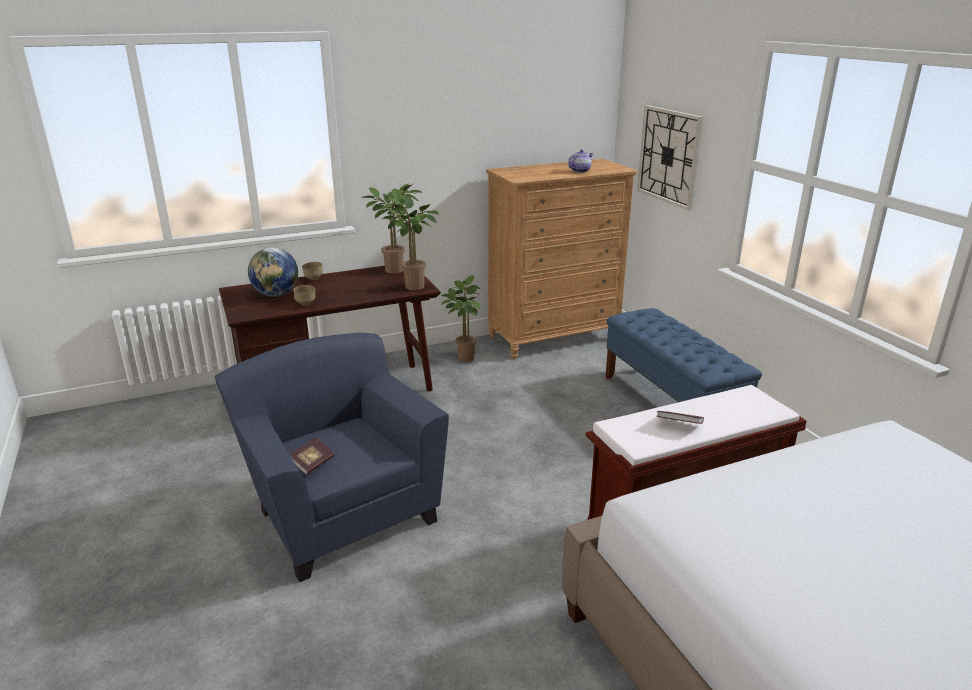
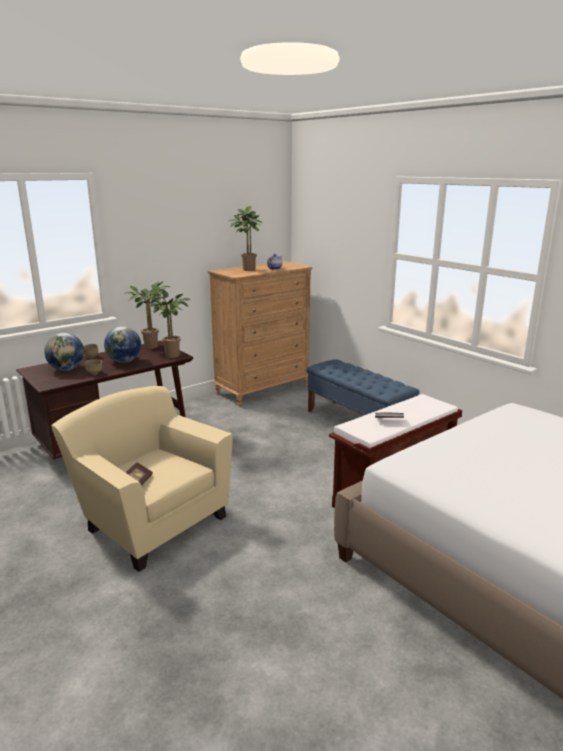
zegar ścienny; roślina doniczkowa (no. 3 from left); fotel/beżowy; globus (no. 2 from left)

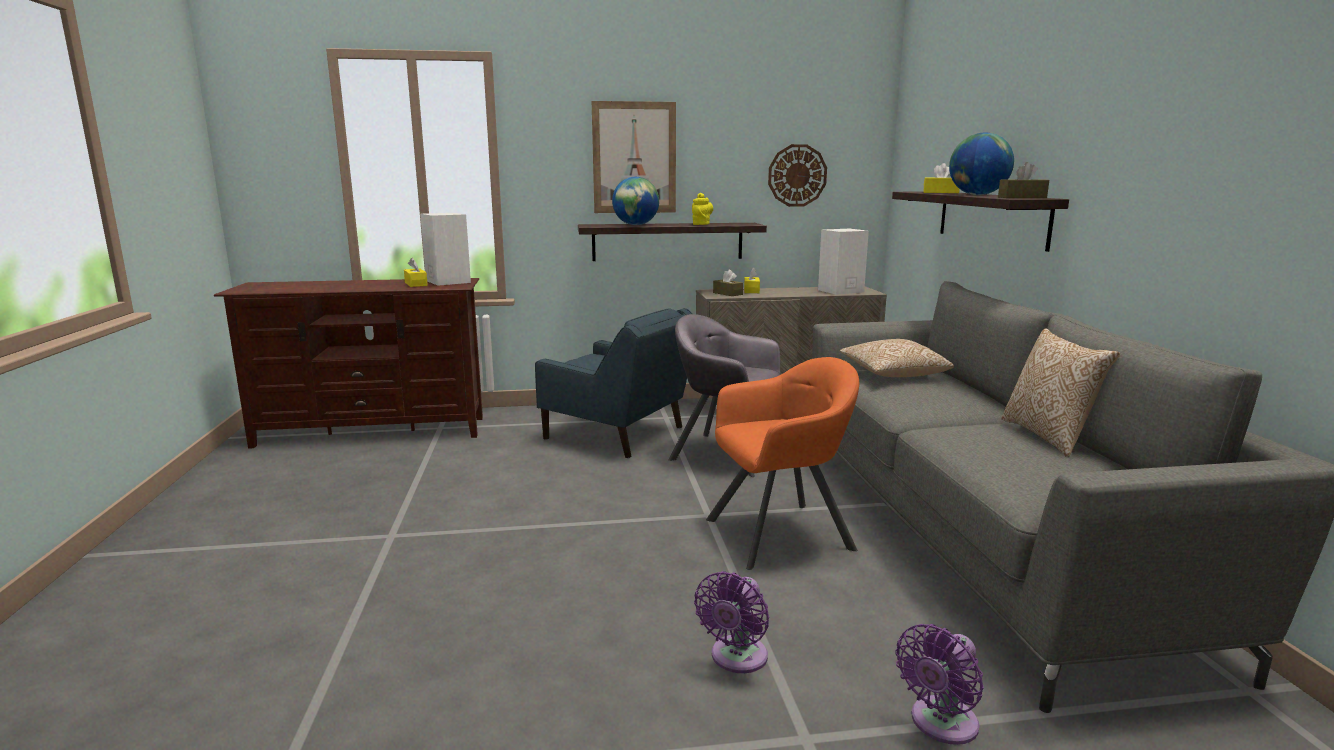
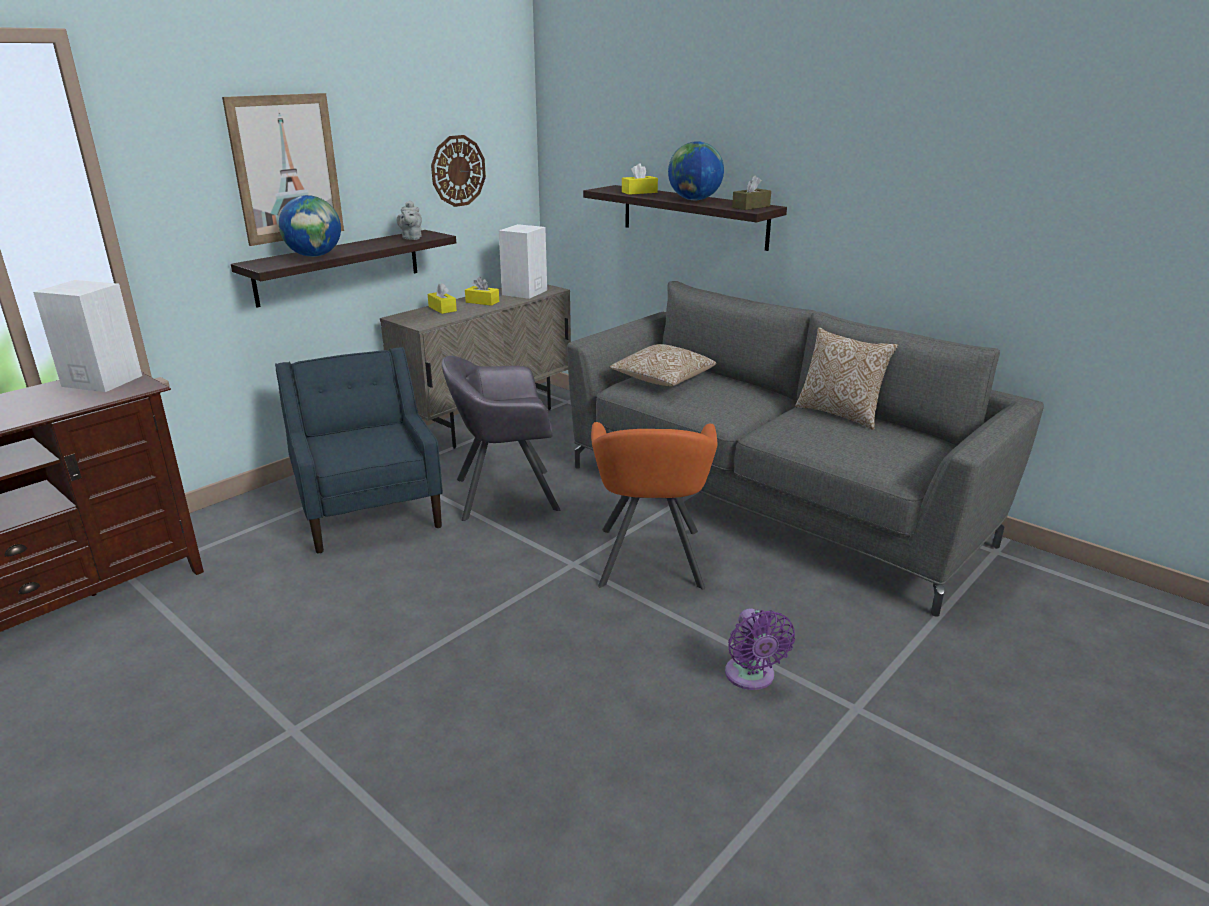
imbryk/żółty; pudełko chusteczek/żółty (no. 2 from left); pudełko chusteczek/brązowy (no. 1 from left in the first image); fotel/niebieski; fotel/pomarańczowy; wentylator/fioletowy (no. 2 from left in the first image); imbryk/szary

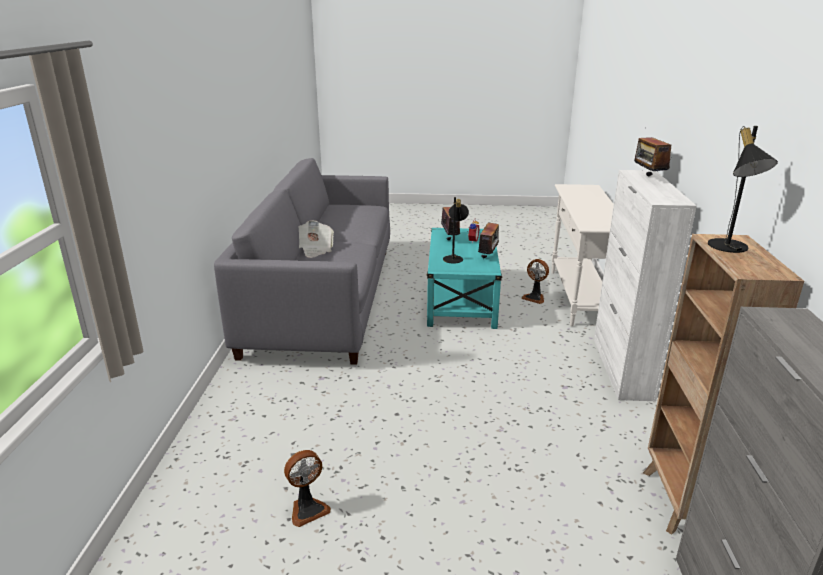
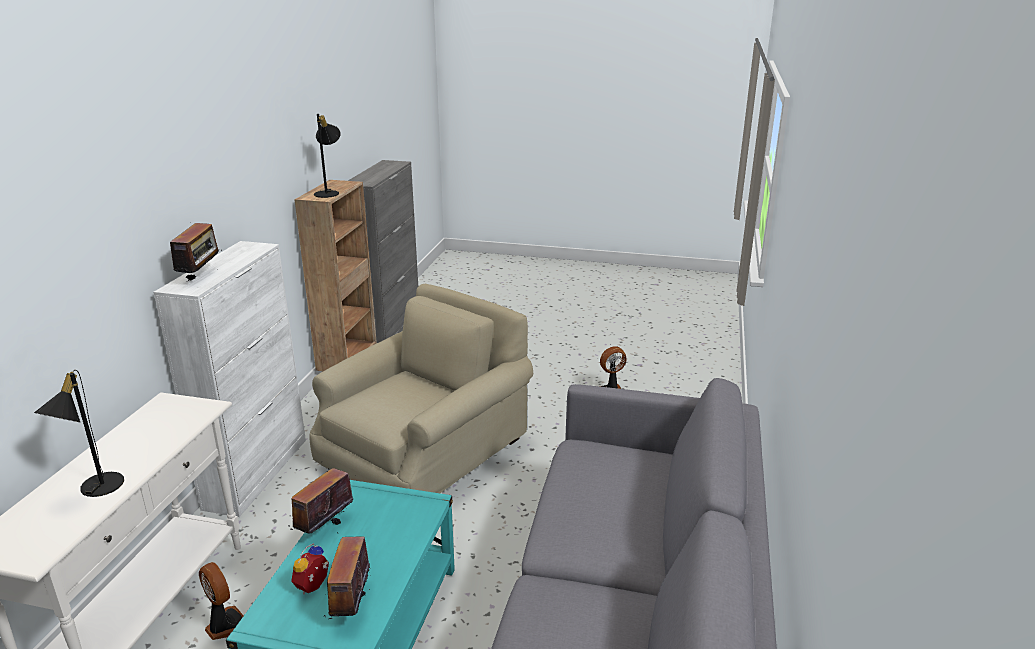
lampa stołowa/czarny (no. 1 from left); gazeta; fotel/beżowy

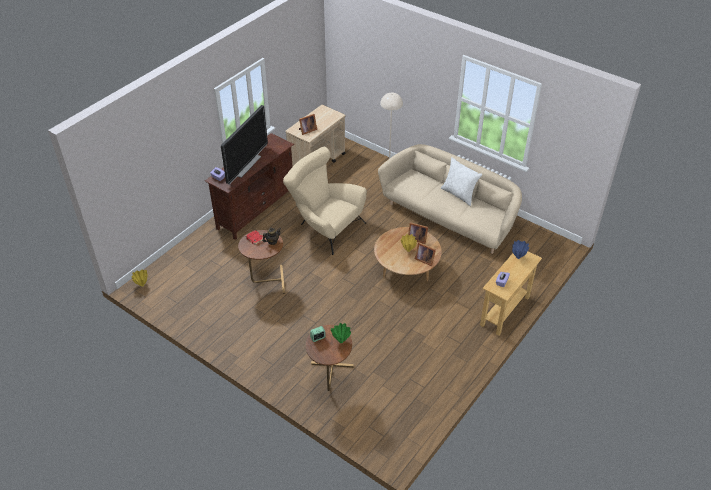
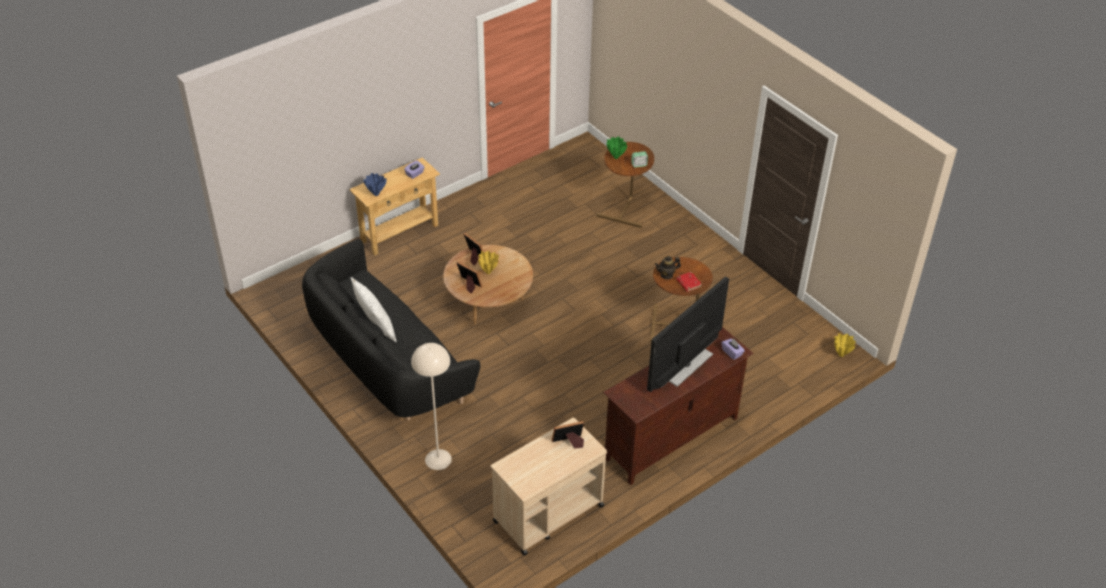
kanapa/czarny; fotel/beżowy

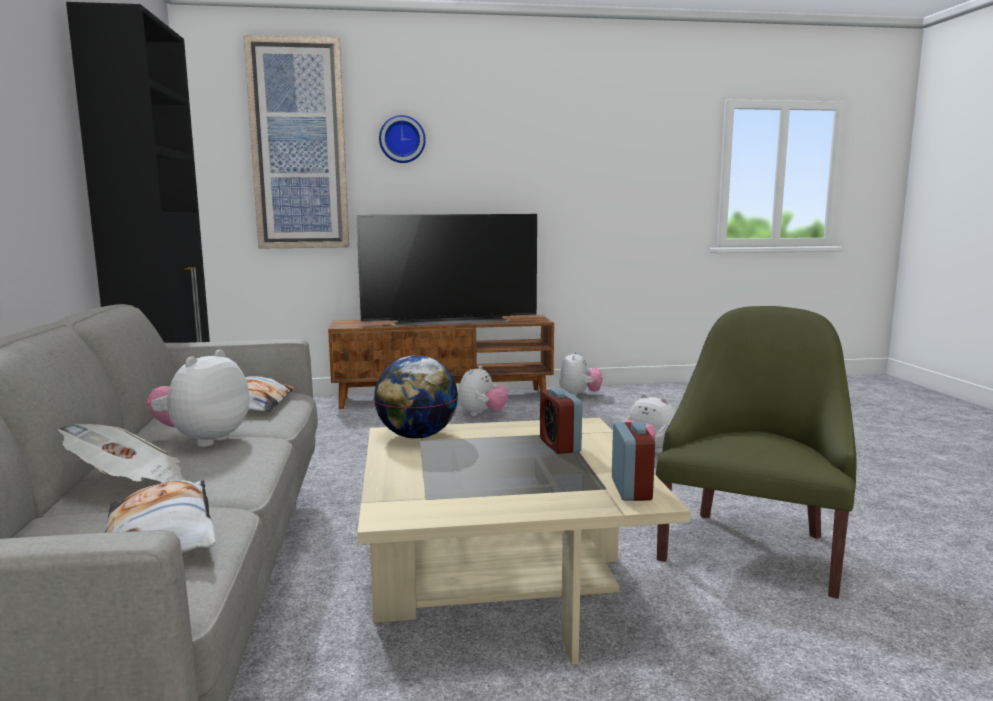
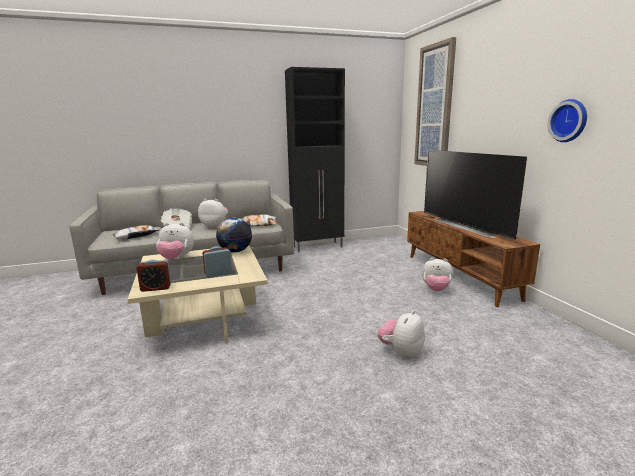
zegar ścienny; fotel/zielony; pluszak (no. 1 from left)

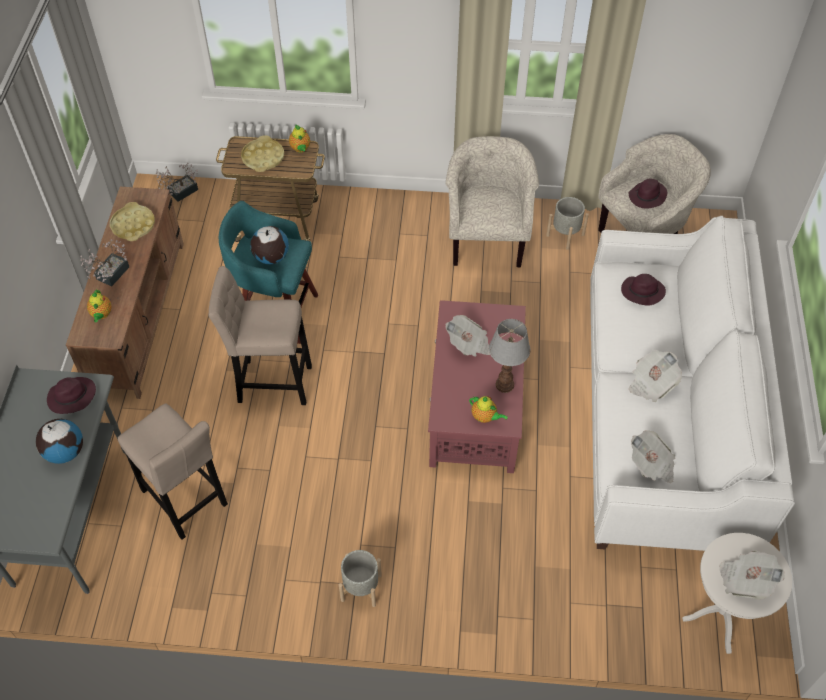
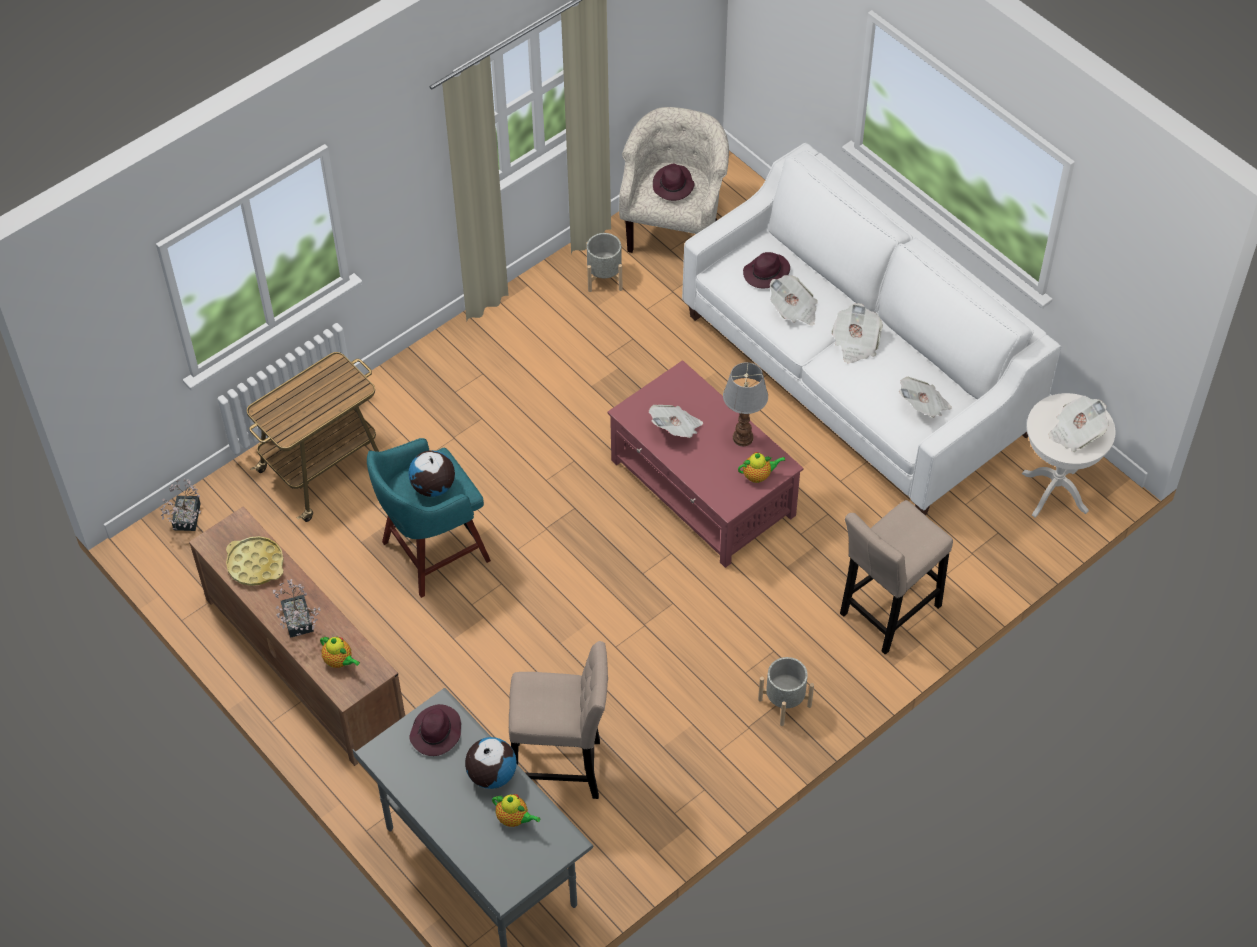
imbryk (no. 2 from left); taca/żółty (no. 2 from left in the first image); fotel/beżowy (no. 1 from left in the first image); stołek/beżowy (no. 2 from left); gazeta (no. 2 from left)

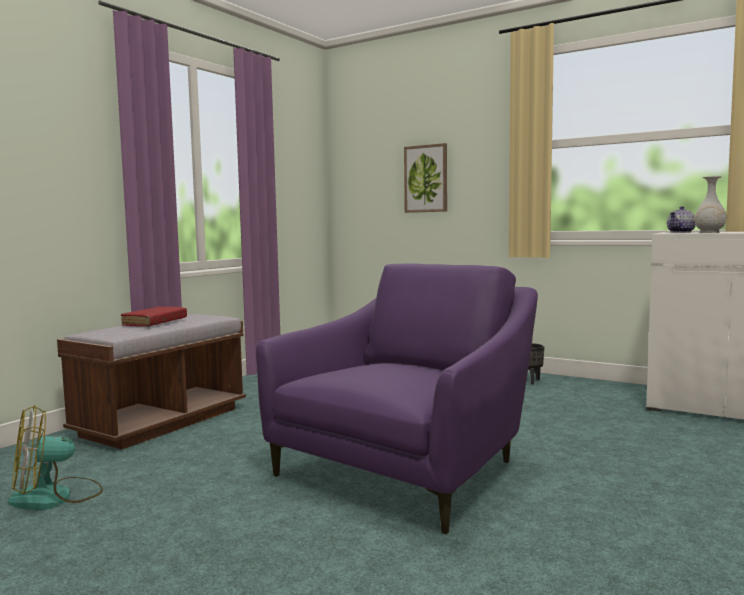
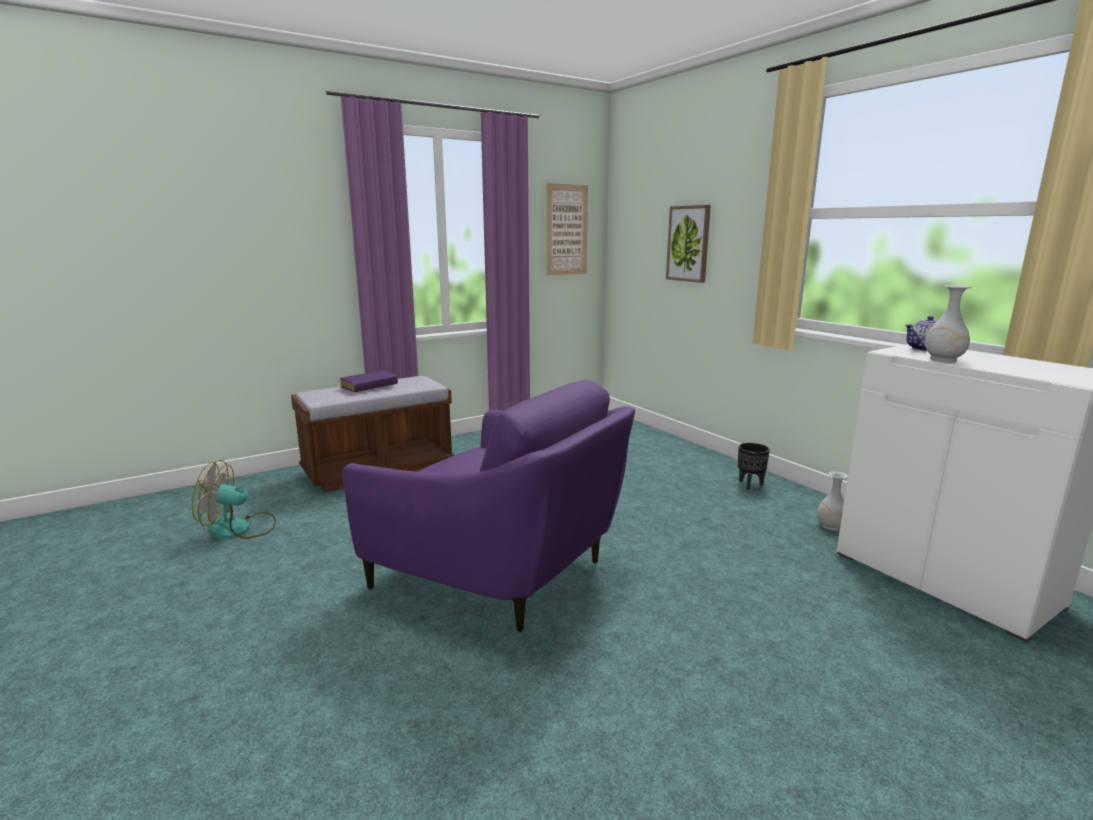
fotel/fioletowy; książka/fioletowy; obraz (no. 1 from left); wazon/biały (no. 1 from left)

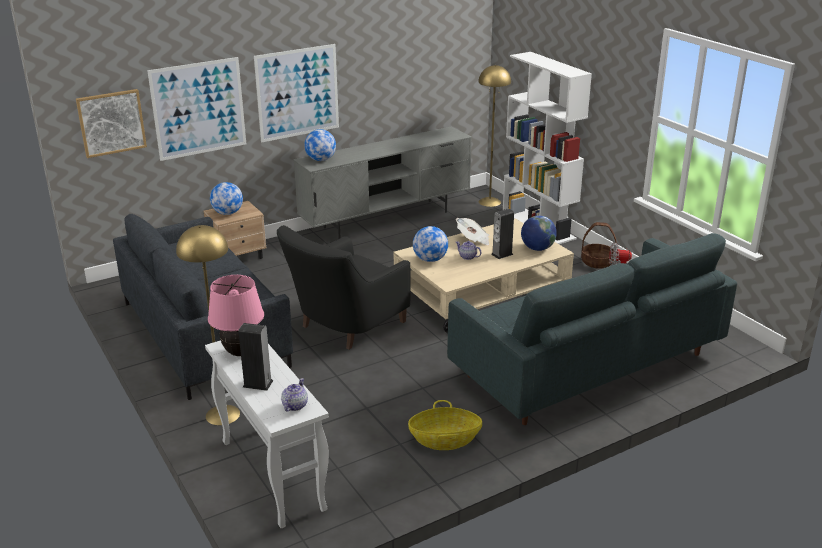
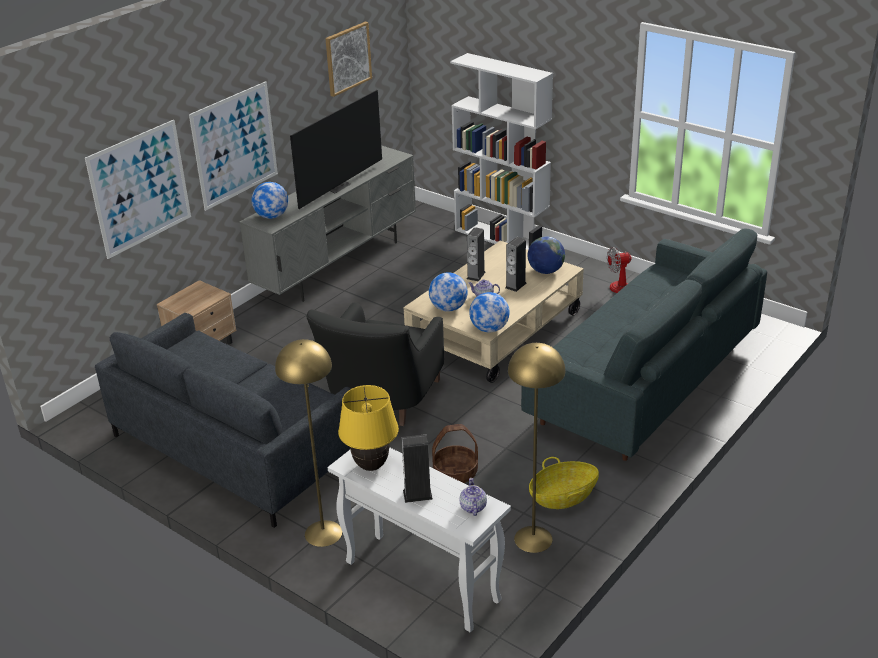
lampa stojąca/żółty (no. 2 from left); obraz (no. 3 from left); globus (no. 3 from left); głośnik (no. 2 from left); koszyk (no. 1 from left); lampa stołowa/żółty; telewizor

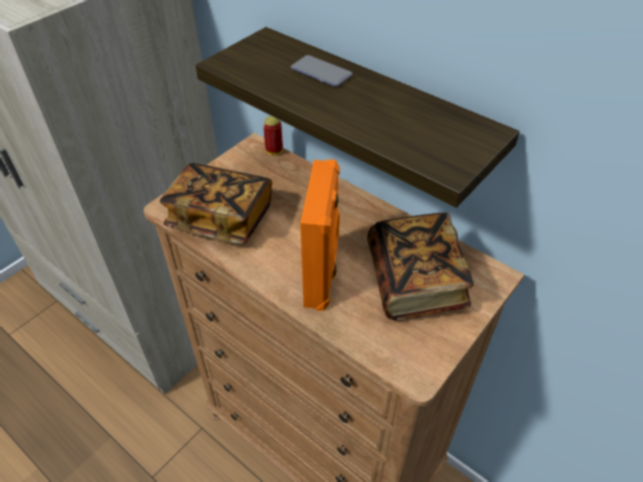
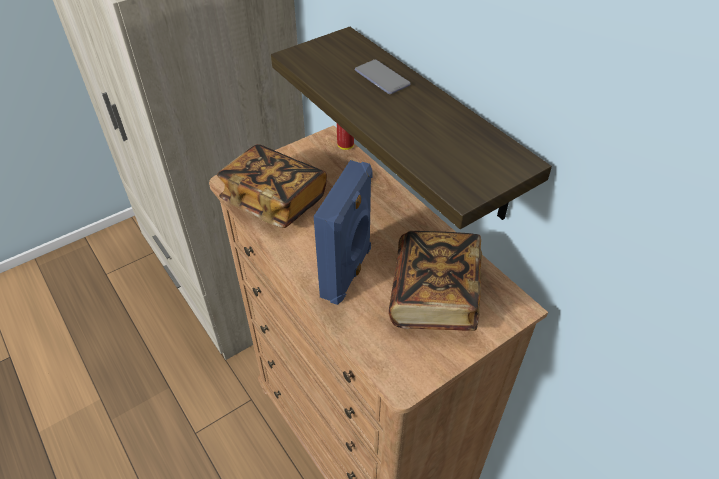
głośnik/niebieski

